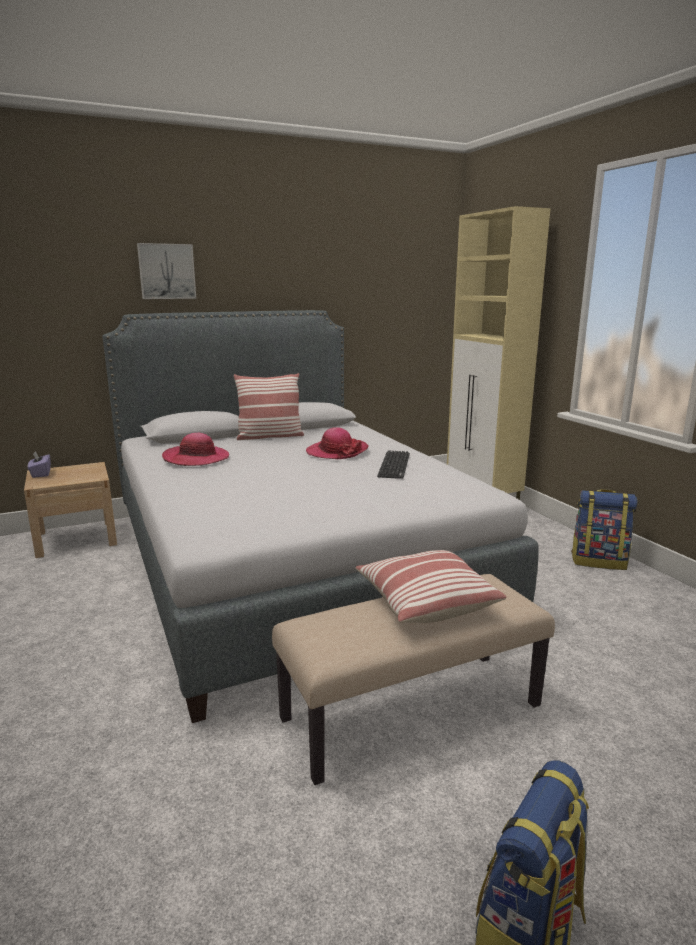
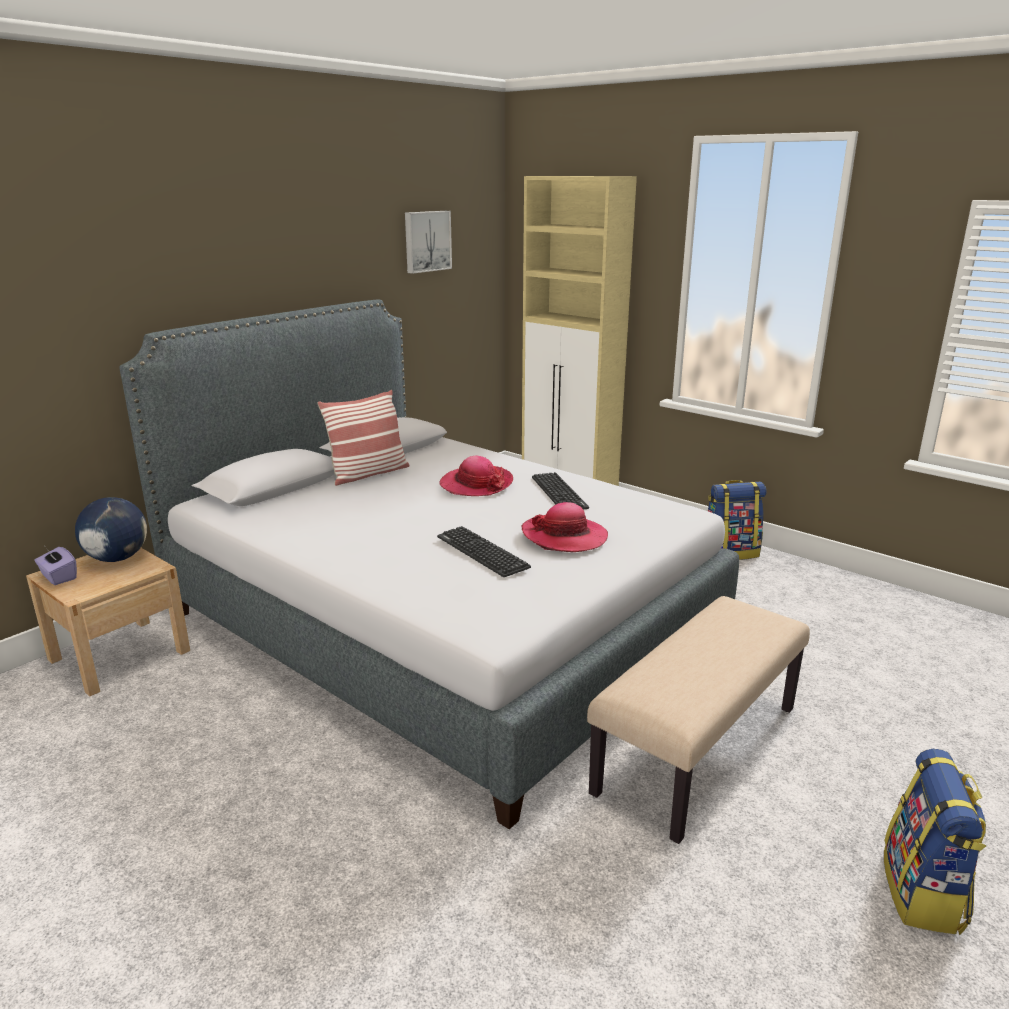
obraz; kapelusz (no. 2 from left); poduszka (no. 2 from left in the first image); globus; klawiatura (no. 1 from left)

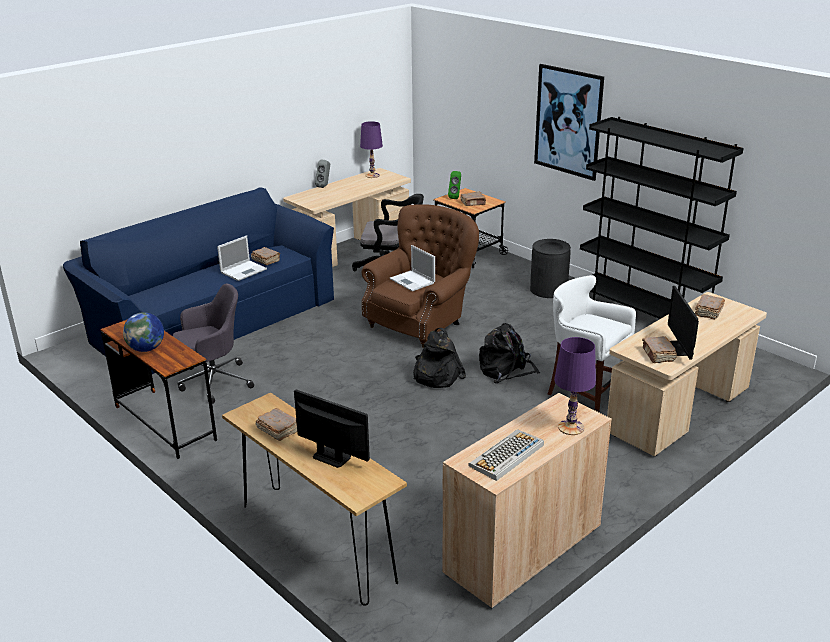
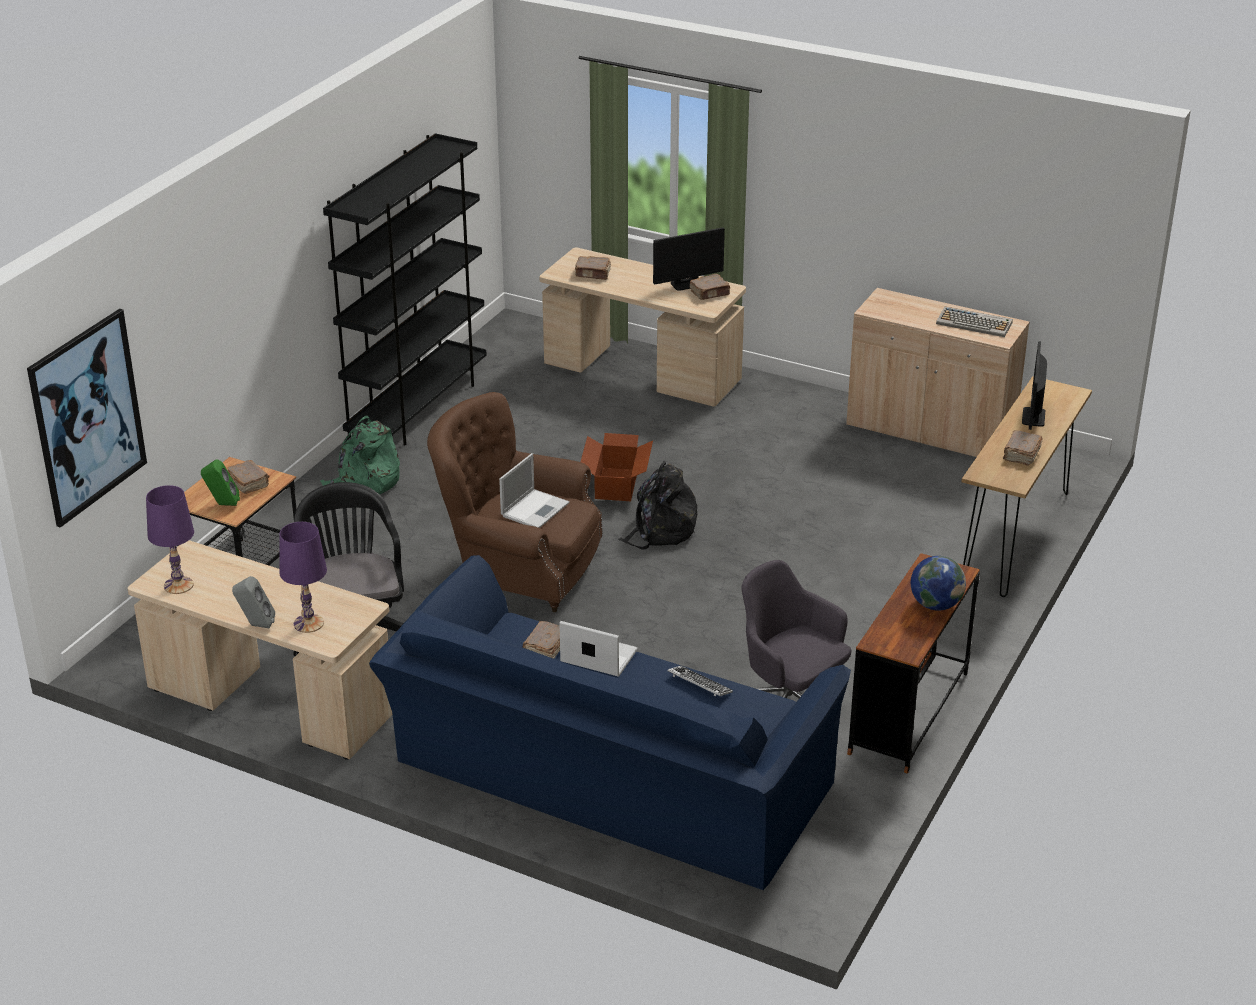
obraz; plecak/zielony; stołek/biały; karton; lampa stołowa/fioletowy (no. 2 from left); klawiatura (no. 1 from left)

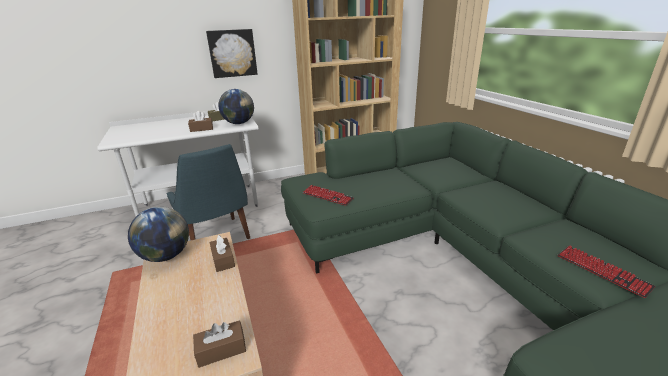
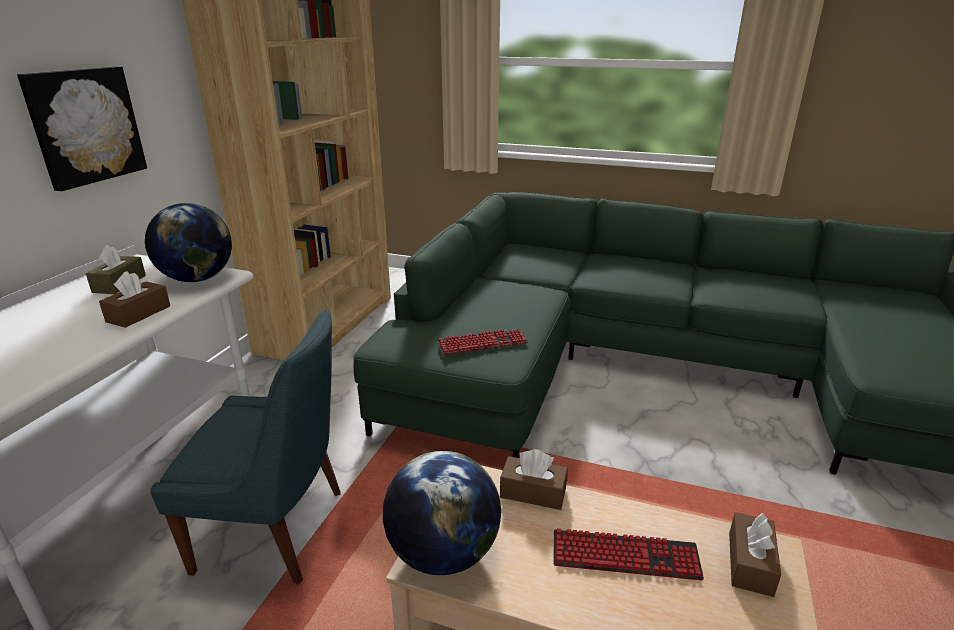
klawiatura (no. 2 from left)

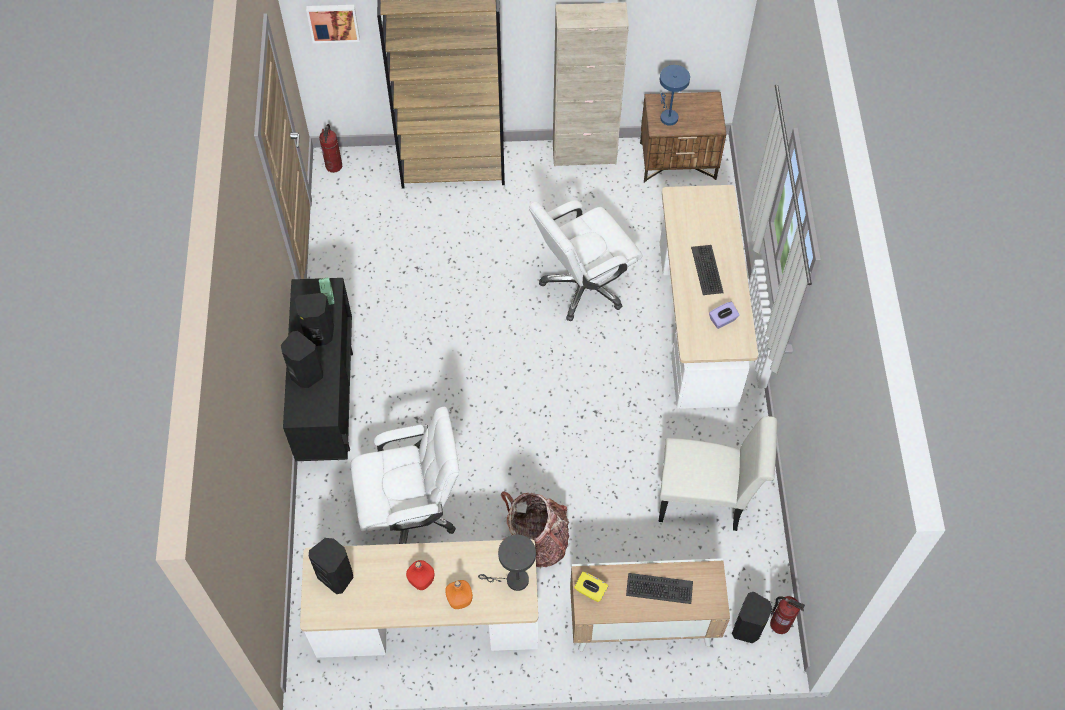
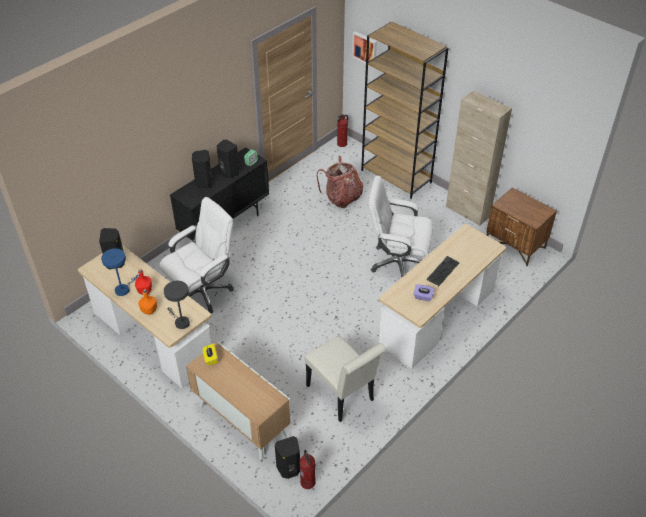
lampa stołowa/niebieski; krzesło biurowe/biały (no. 1 from left); plecak; klawiatura (no. 1 from left in the first image)

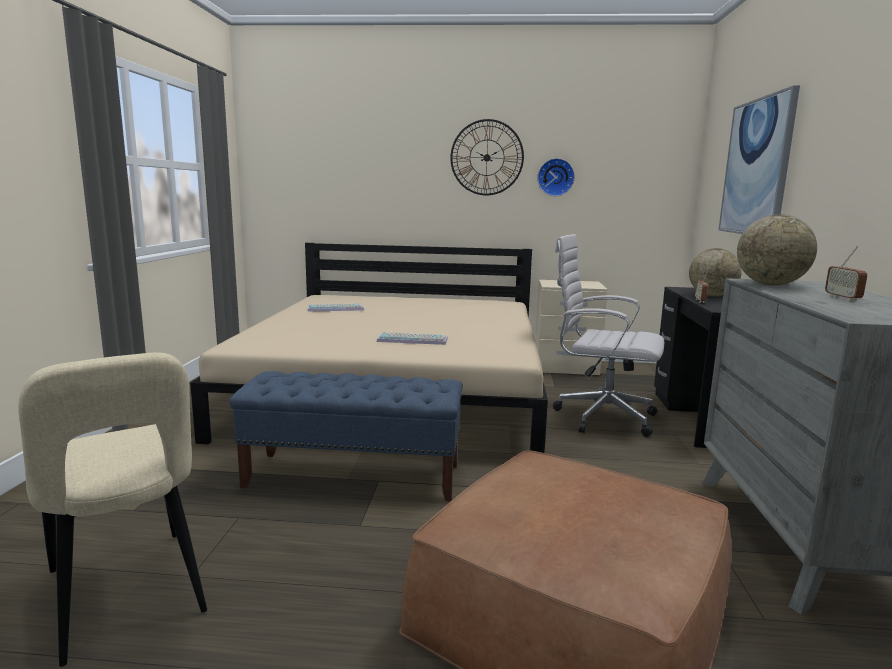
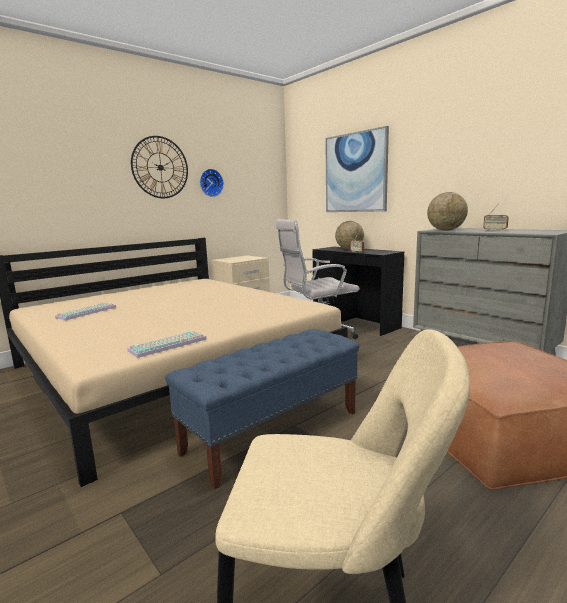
klawiatura (no. 2 from left)

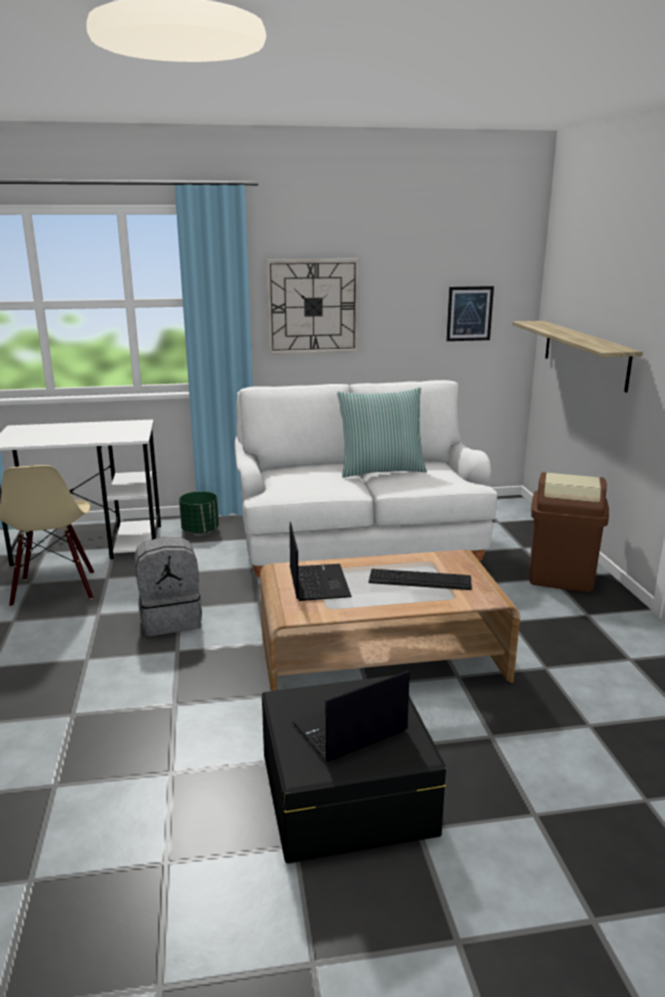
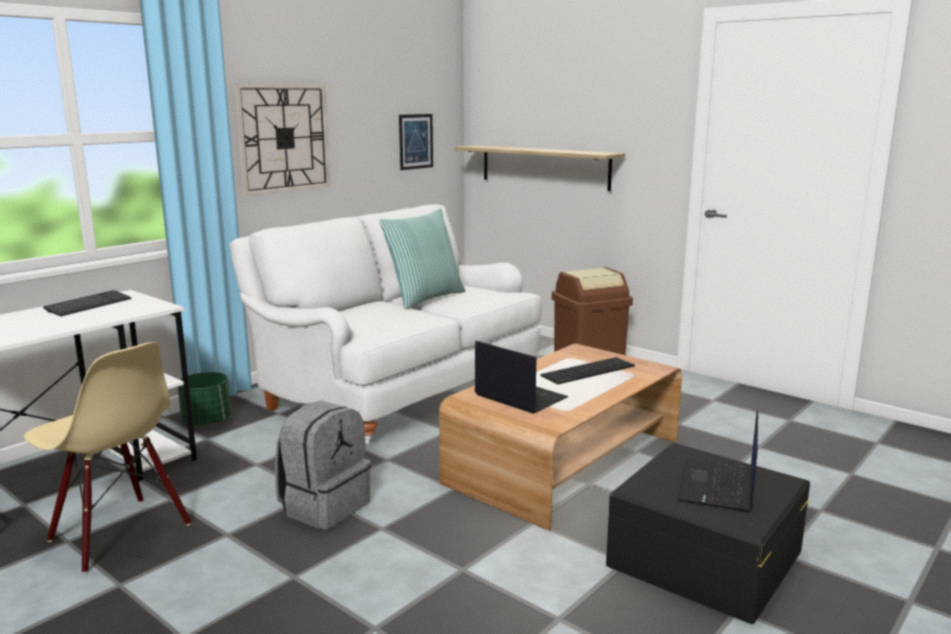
klawiatura (no. 1 from left)

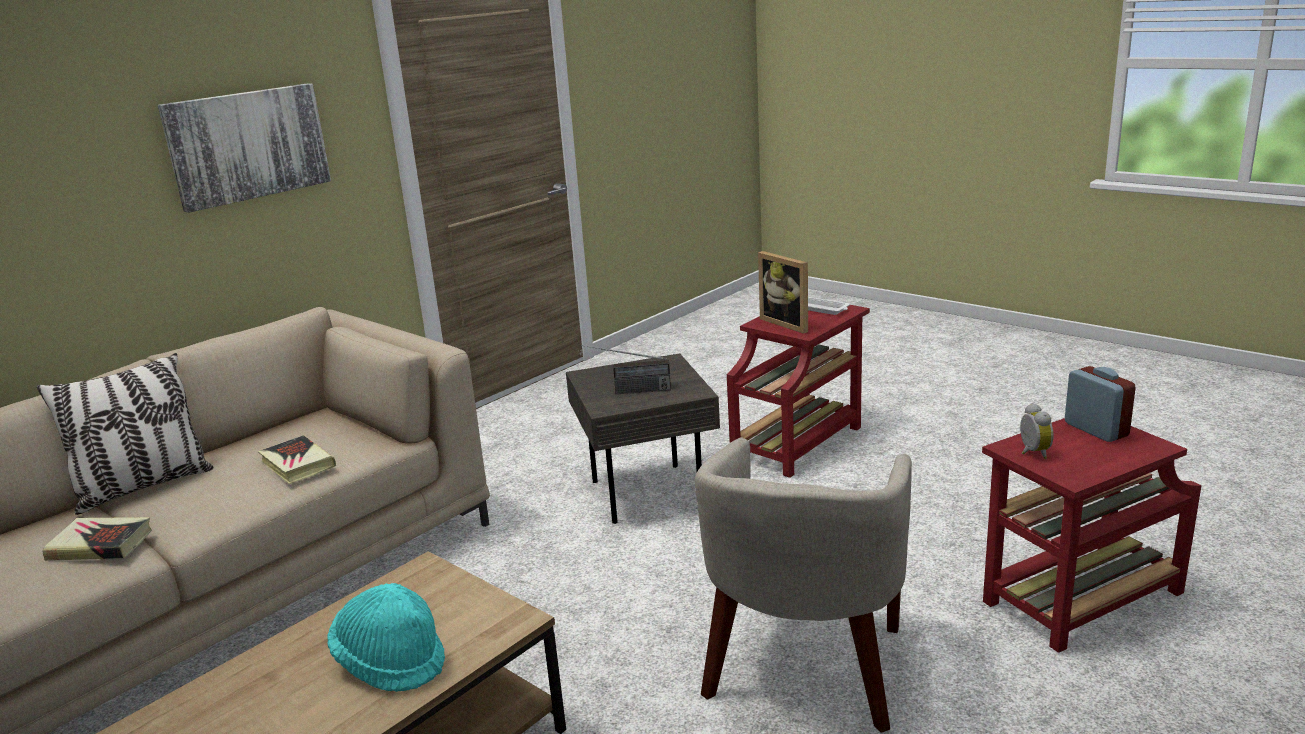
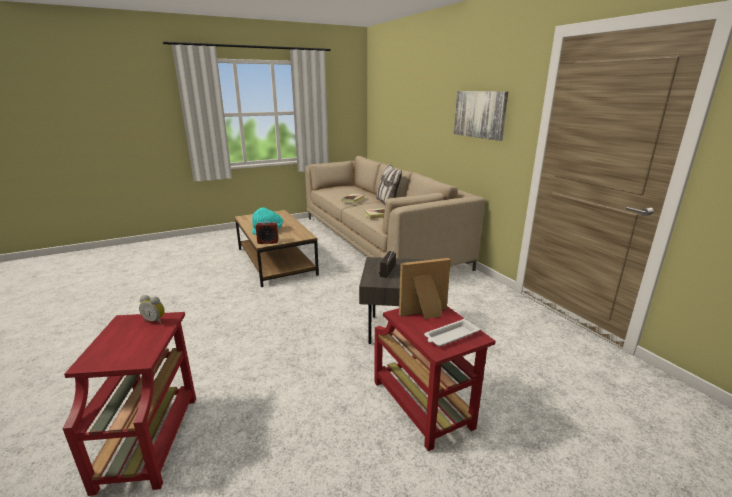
budzik (no. 2 from left); fotel/beżowy

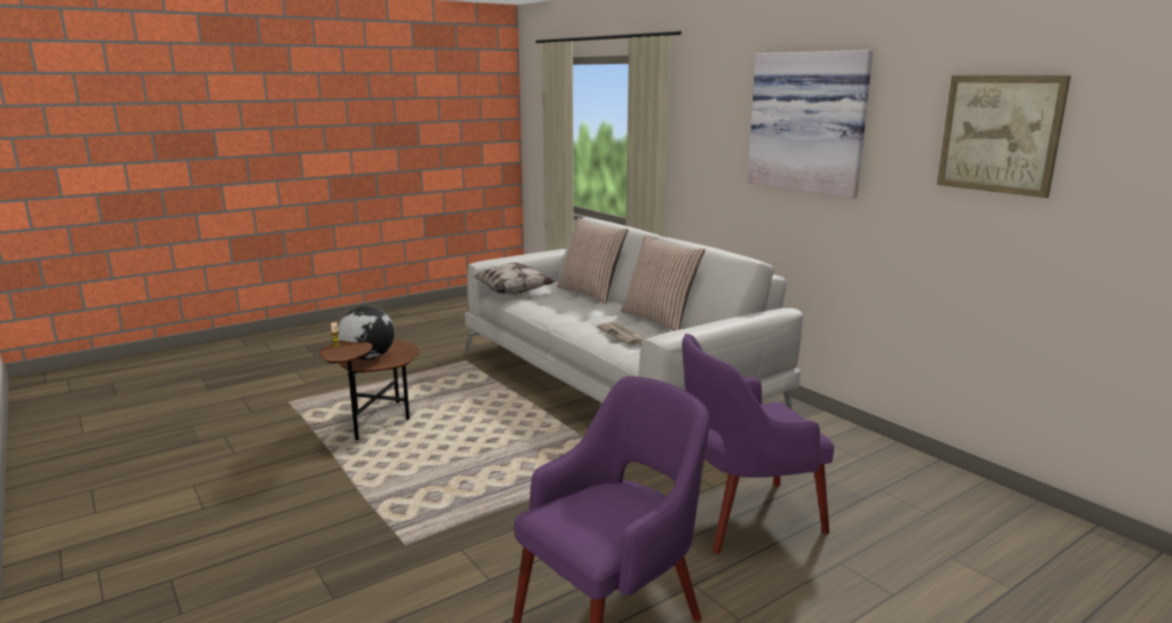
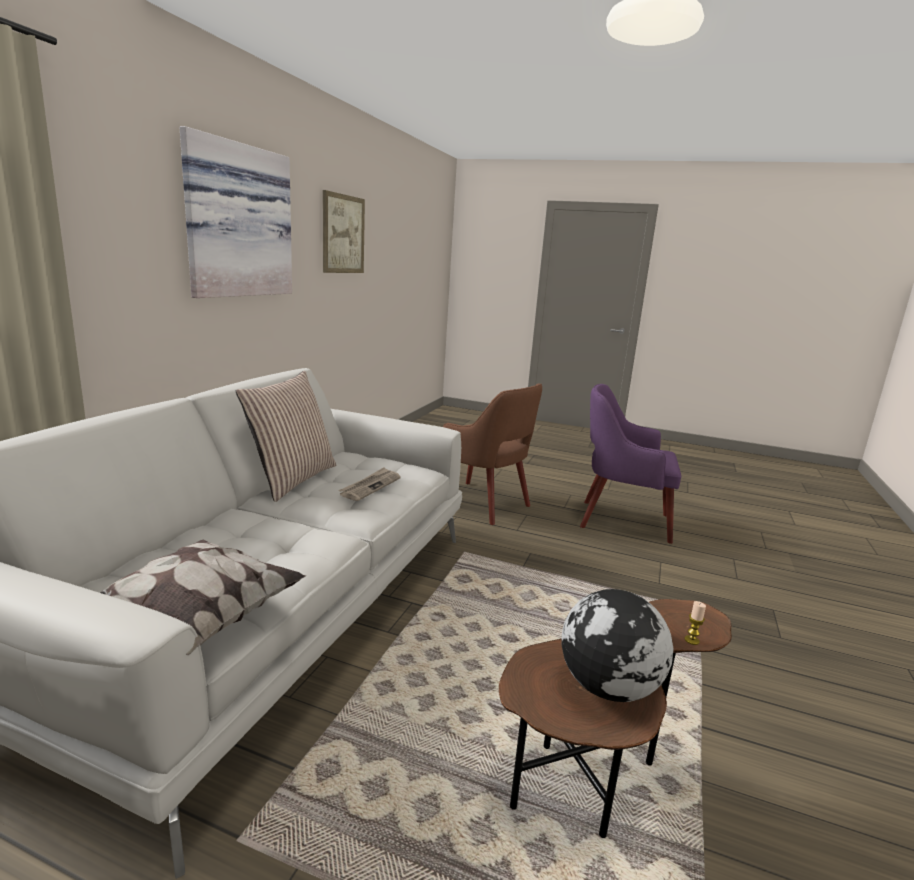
poduszka (no. 2 from left in the first image); fotel/brązowy

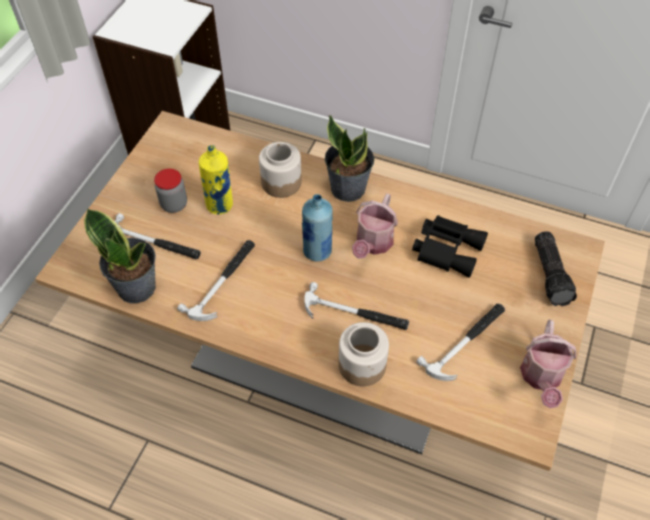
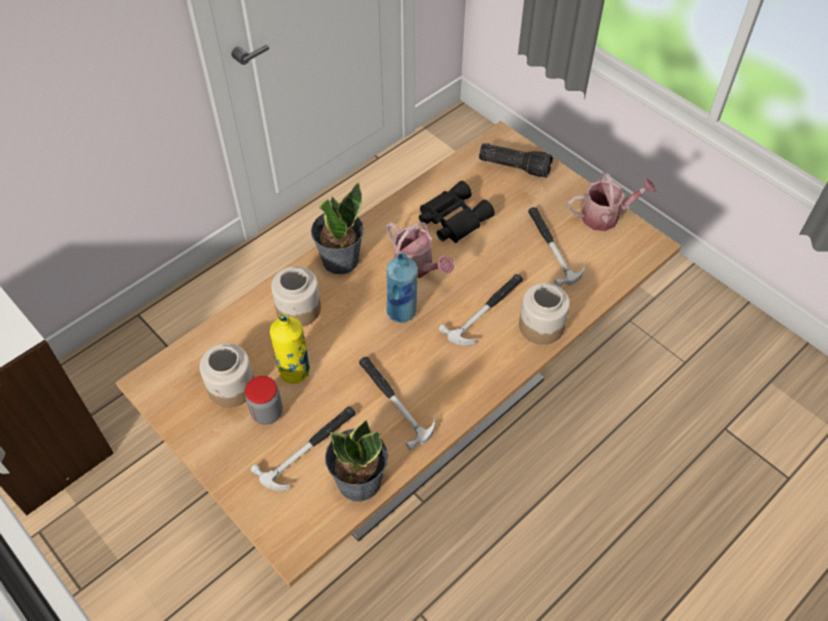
konewka (no. 2 from left); słoik (no. 1 from left)

